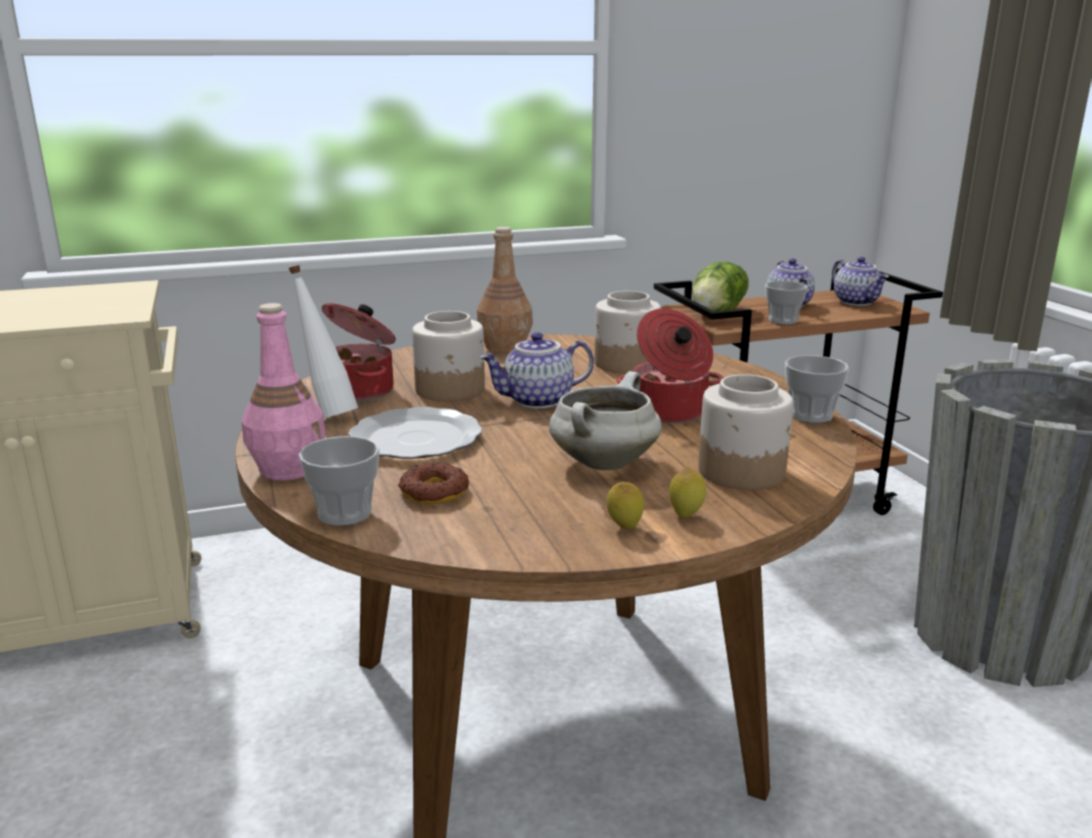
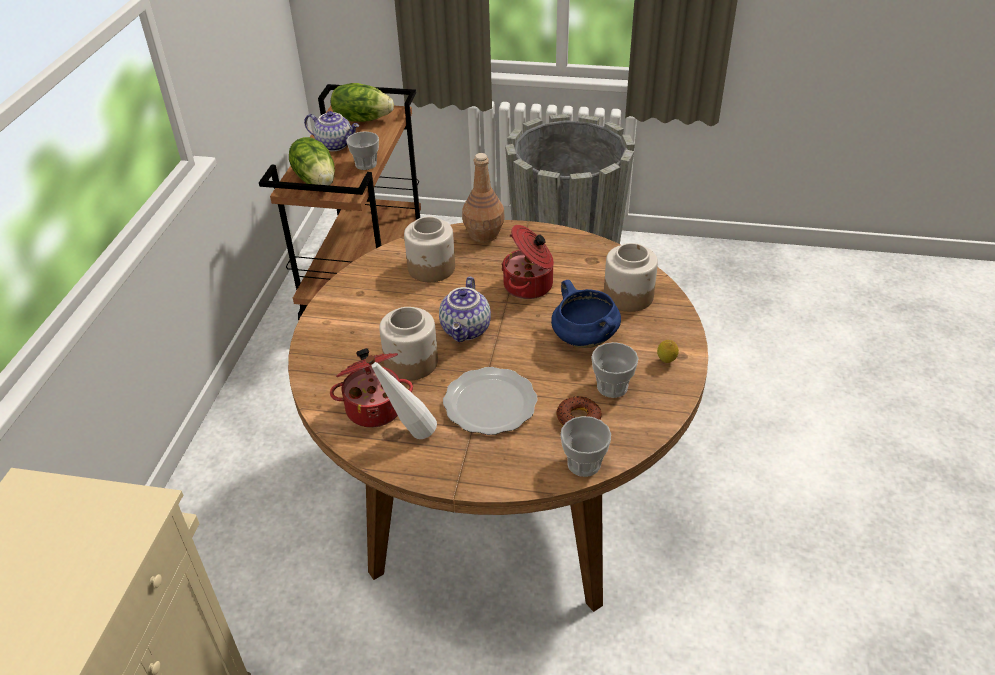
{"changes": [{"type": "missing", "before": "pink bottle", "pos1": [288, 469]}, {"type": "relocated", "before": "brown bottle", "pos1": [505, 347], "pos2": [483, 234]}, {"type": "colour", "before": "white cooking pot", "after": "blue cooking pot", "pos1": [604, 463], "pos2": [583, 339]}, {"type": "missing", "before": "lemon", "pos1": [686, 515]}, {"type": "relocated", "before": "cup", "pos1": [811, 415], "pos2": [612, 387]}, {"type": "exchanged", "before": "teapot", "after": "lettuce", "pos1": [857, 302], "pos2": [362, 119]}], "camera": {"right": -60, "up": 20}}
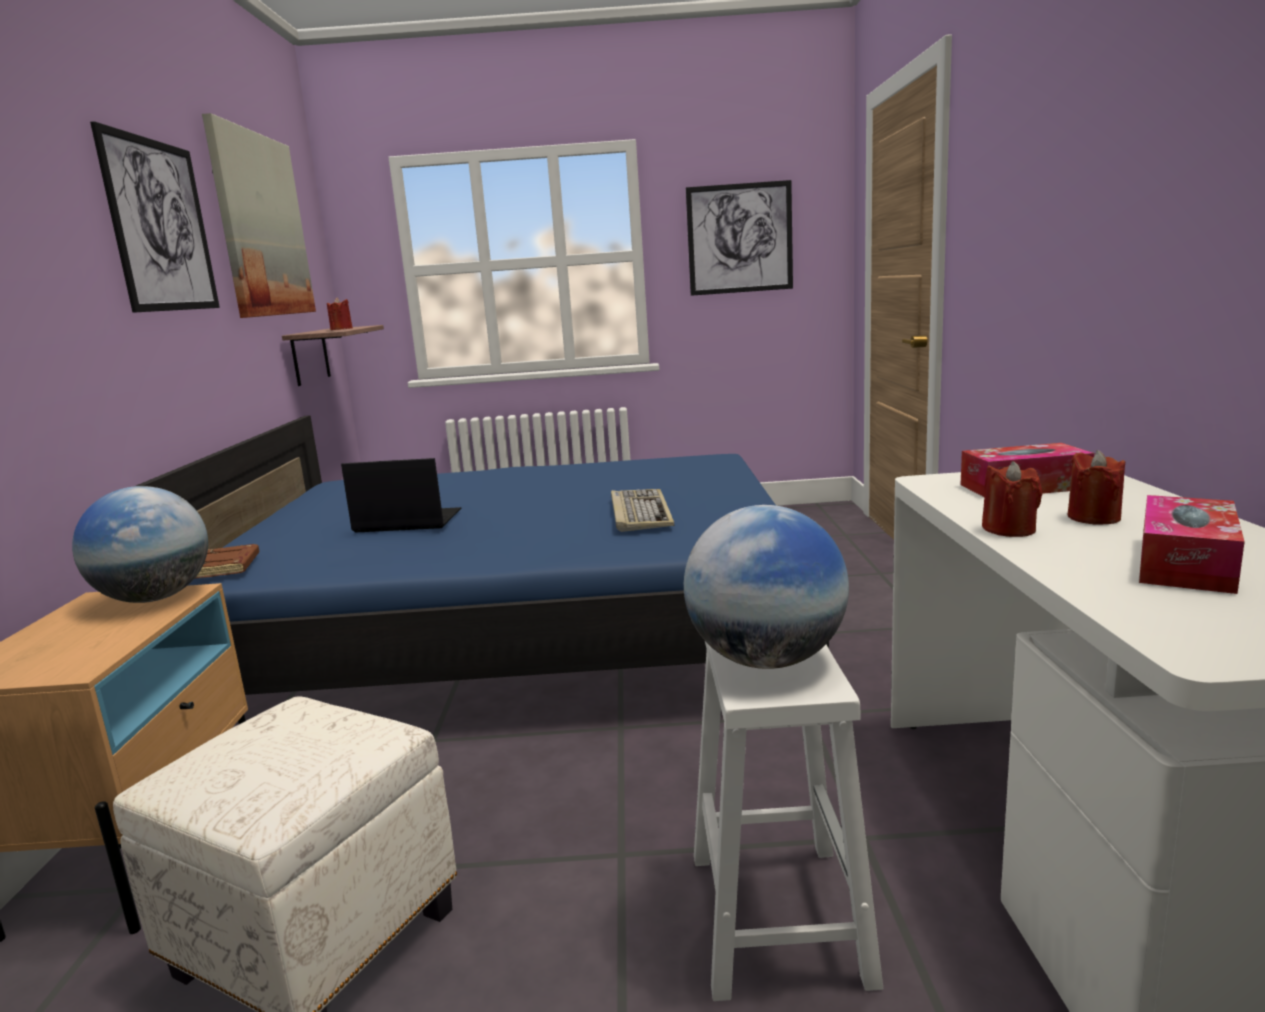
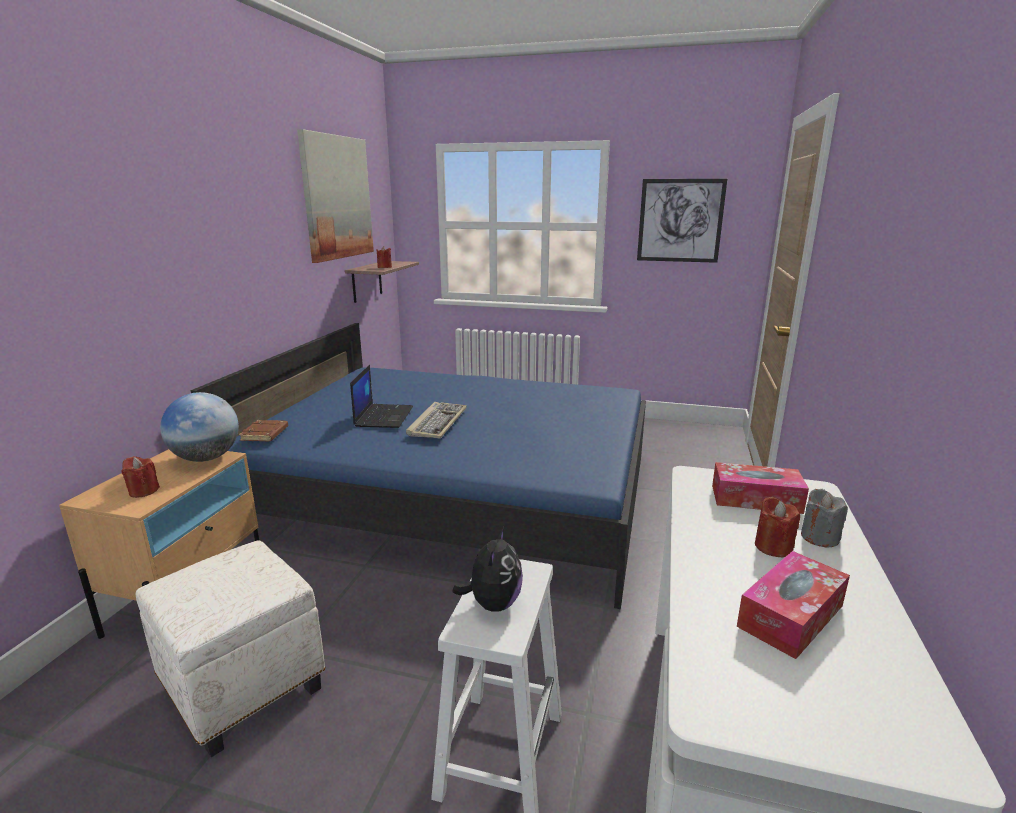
{"changes": [{"type": "missing", "before": "picture", "pos1": [161, 226]}, {"type": "spun", "before": "laptop", "pos1": [406, 522], "pos2": [383, 416], "turn": 75}, {"type": "relocated", "before": "keyboard", "pos1": [639, 513], "pos2": [437, 422]}, {"type": "exchanged", "before": "globe", "after": "plush toy", "pos1": [766, 660], "pos2": [493, 603]}, {"type": "relocated", "before": "red candle", "pos1": [1009, 530], "pos2": [143, 491]}, {"type": "appeared", "after": "grey candle", "pos2": [819, 537]}], "camera": {"right": 15, "up": 5}}
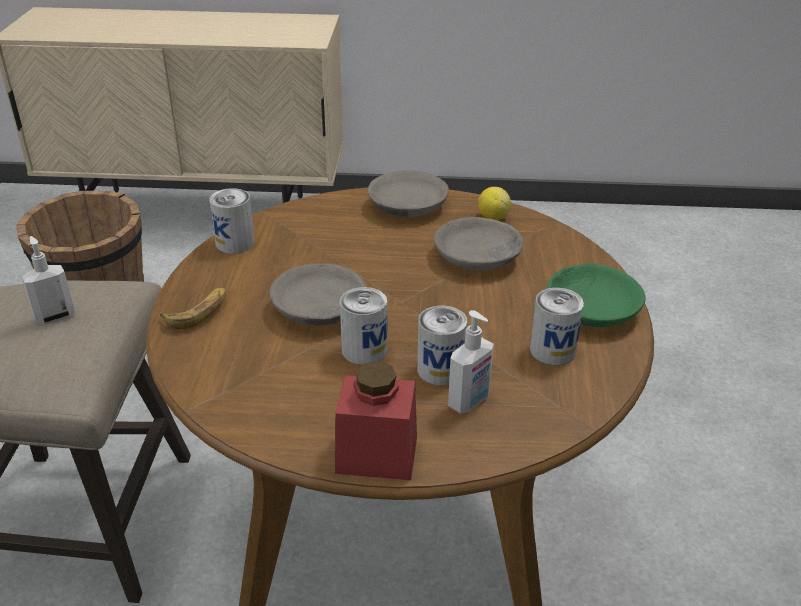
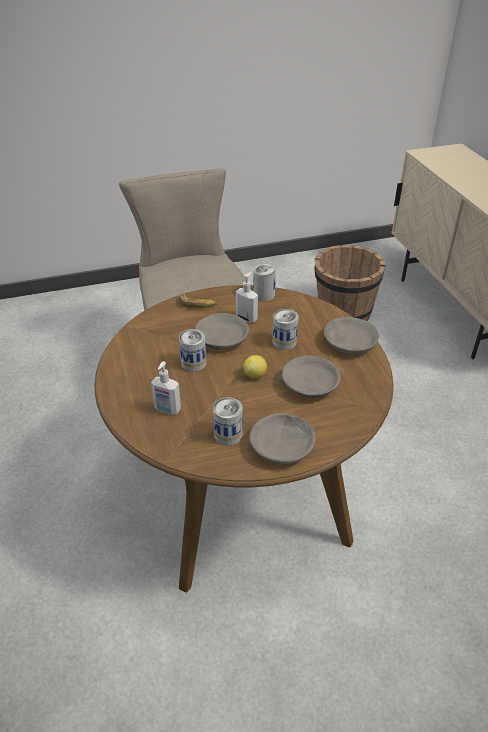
{"changes": [{"type": "relocated", "before": "soap dispenser", "pos1": [54, 317], "pos2": [247, 318]}, {"type": "missing", "before": "red jar", "pos1": [376, 454]}, {"type": "relocated", "before": "can", "pos1": [440, 370], "pos2": [284, 342]}, {"type": "relocated", "before": "lemon", "pos1": [493, 217], "pos2": [255, 375]}, {"type": "colour", "before": "green bowl", "after": "grey bowl", "pos1": [592, 308], "pos2": [283, 446]}], "camera": {"right": 70, "up": 5}}
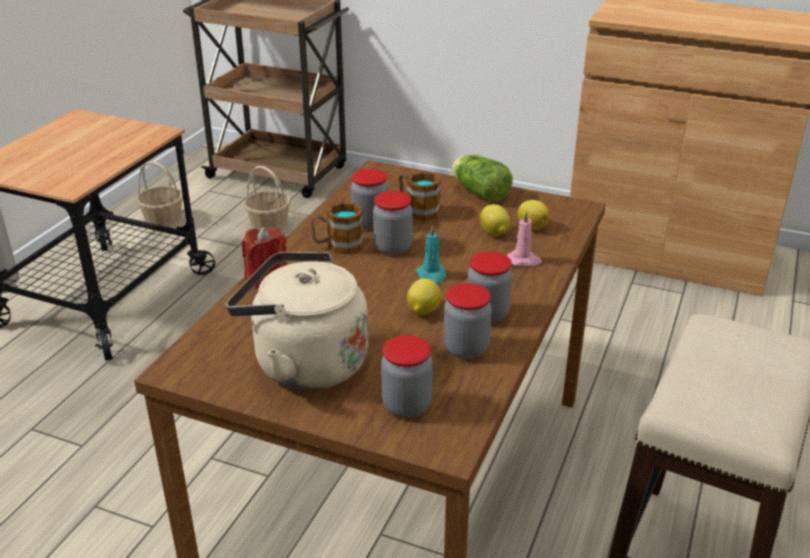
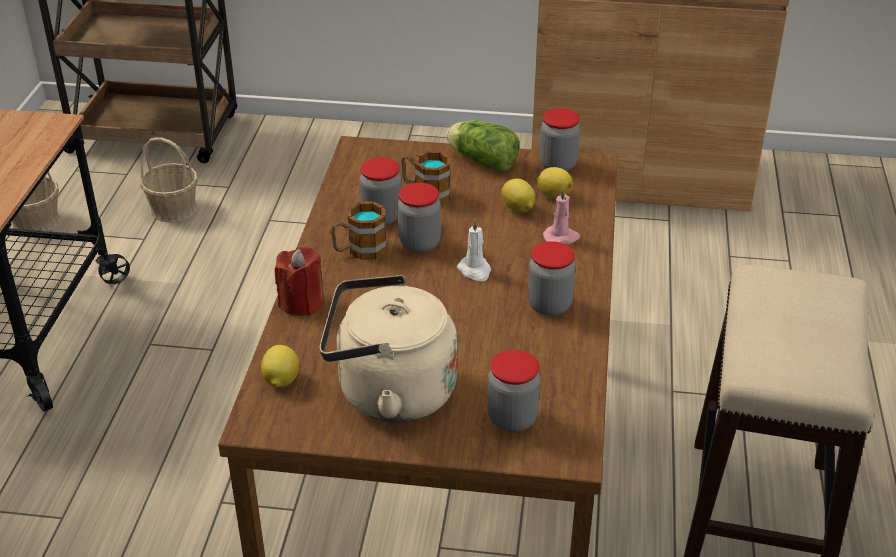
{"changes": [{"type": "relocated", "before": "lemon", "pos1": [423, 311], "pos2": [280, 381]}, {"type": "colour", "before": "turquoise candle", "after": "white candle", "pos1": [432, 276], "pos2": [475, 271]}, {"type": "relocated", "before": "jar", "pos1": [466, 348], "pos2": [558, 165]}], "camera": {"right": -15, "up": 5}}
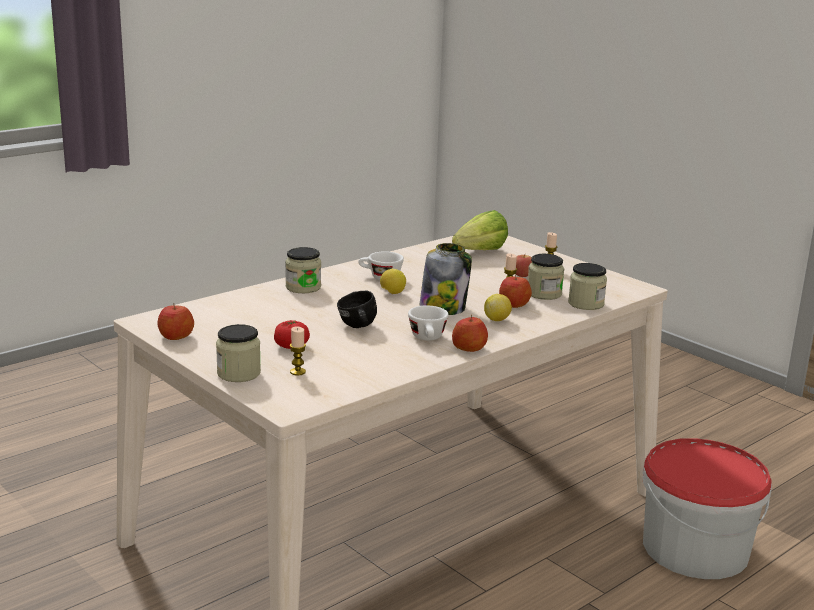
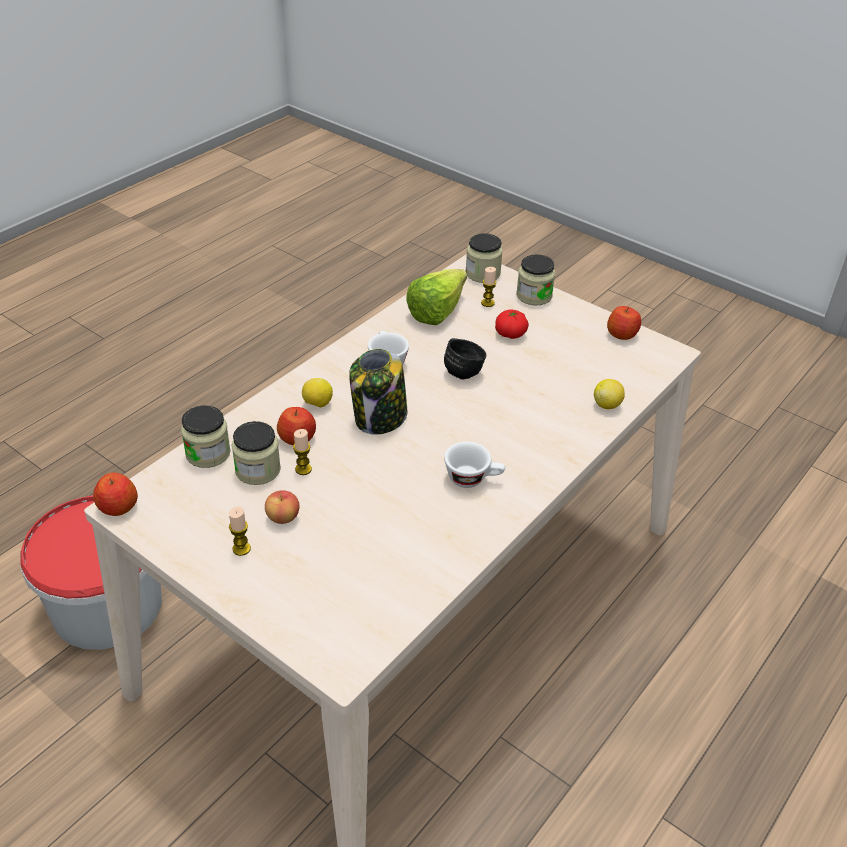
{"changes": [{"type": "relocated", "before": "jar", "pos1": [303, 287], "pos2": [482, 273]}, {"type": "relocated", "before": "lemon", "pos1": [392, 293], "pos2": [607, 405]}, {"type": "relocated", "before": "lettuce", "pos1": [475, 253], "pos2": [442, 310]}, {"type": "relocated", "before": "apple", "pos1": [469, 348], "pos2": [118, 507]}], "camera": {"right": 170, "up": 20}}
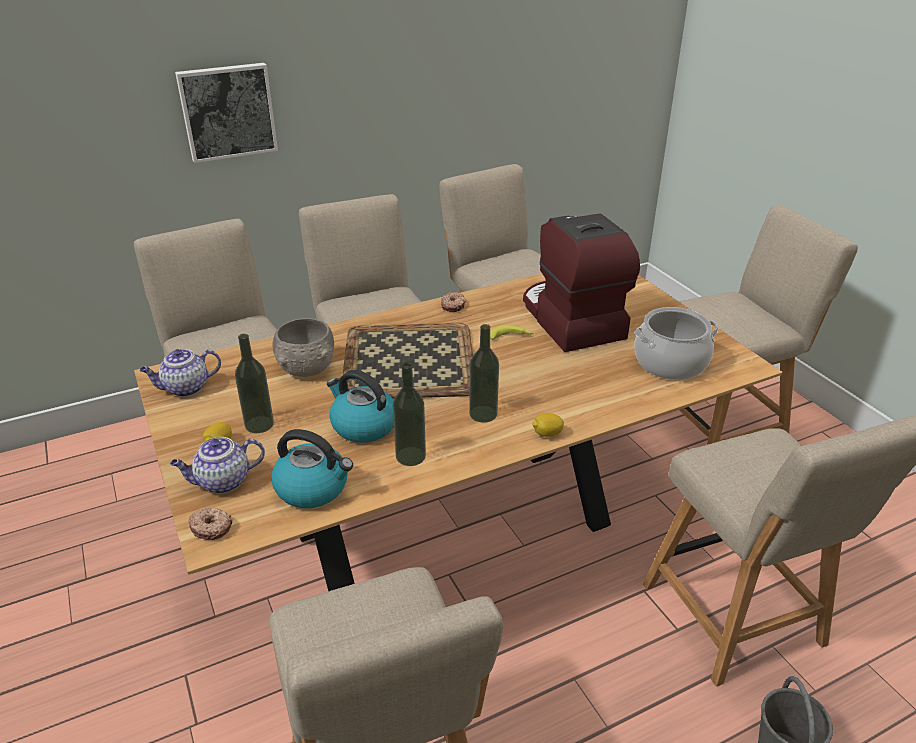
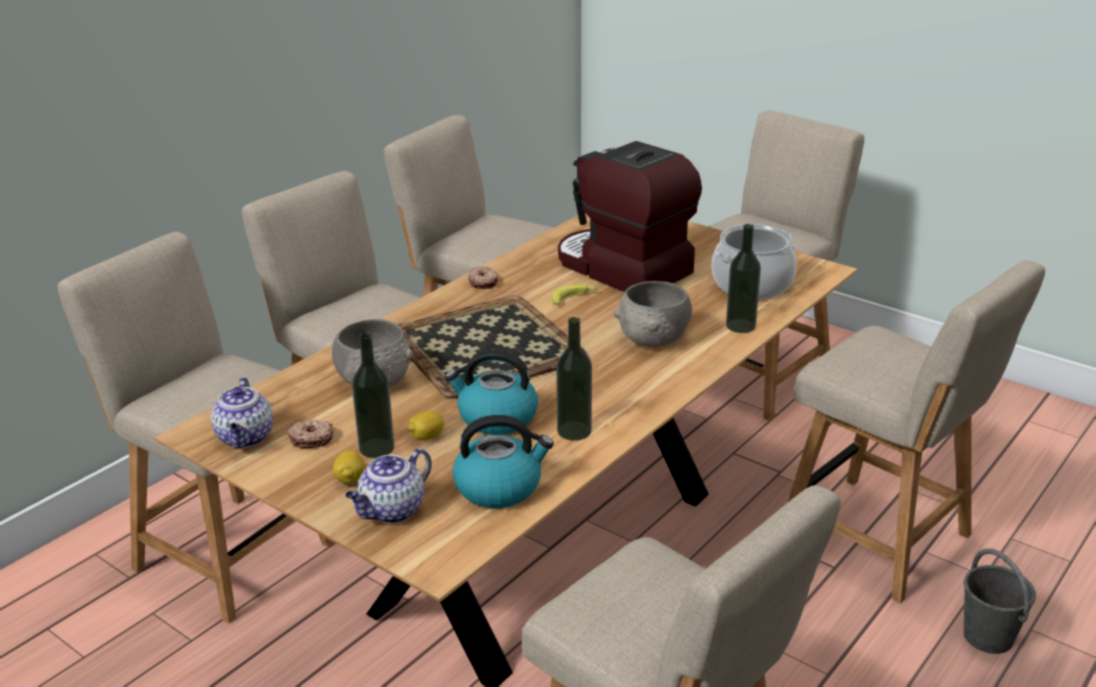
{"changes": [{"type": "spun", "before": "teapot", "pos1": [185, 388], "pos2": [246, 438], "turn": -45}, {"type": "missing", "before": "picture", "pos1": [227, 111]}, {"type": "relocated", "before": "donut", "pos1": [211, 527], "pos2": [311, 439]}, {"type": "relocated", "before": "bottle", "pos1": [483, 414], "pos2": [740, 326]}, {"type": "relocated", "before": "lemon", "pos1": [547, 434], "pos2": [426, 437]}, {"type": "appeared", "after": "grey bowl", "pos2": [654, 338]}], "camera": {"right": -25, "up": -5}}
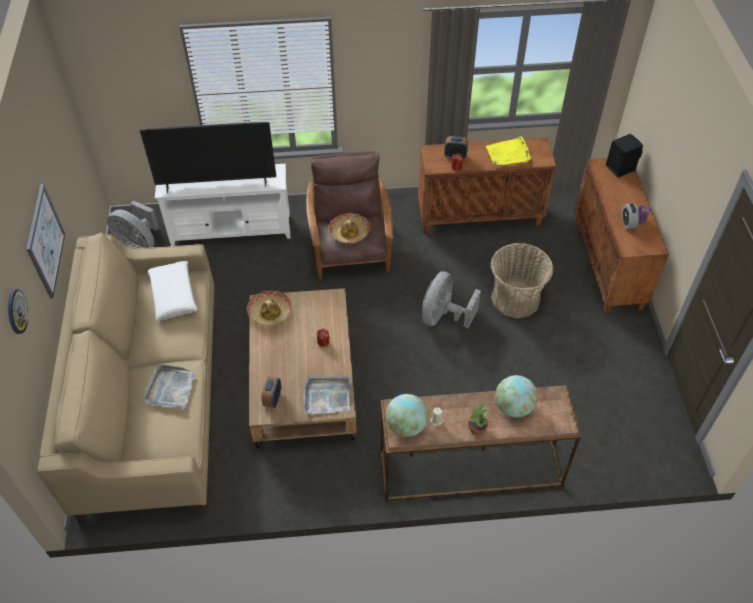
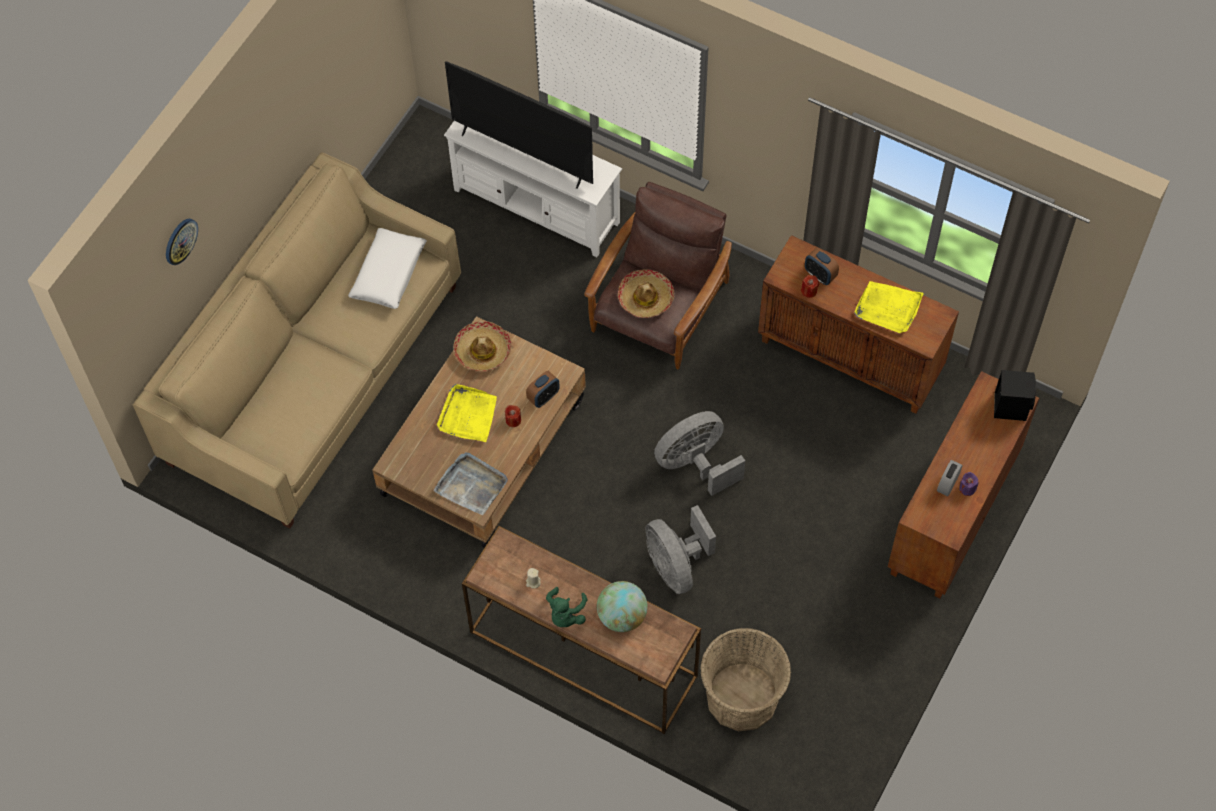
{"changes": [{"type": "missing", "before": "picture", "pos1": [45, 241]}, {"type": "relocated", "before": "grey fan", "pos1": [139, 244], "pos2": [676, 565]}, {"type": "missing", "before": "grey tray", "pos1": [170, 388]}, {"type": "relocated", "before": "alarm clock", "pos1": [273, 399], "pos2": [543, 397]}, {"type": "missing", "before": "globe", "pos1": [406, 425]}, {"type": "exchanged", "before": "potted plant", "after": "green plush toy", "pos1": [476, 428], "pos2": [565, 614]}, {"type": "relocated", "before": "basket", "pos1": [515, 299], "pos2": [742, 697]}, {"type": "appeared", "after": "yellow tray", "pos2": [468, 415]}], "camera": {"right": 35, "up": 10}}
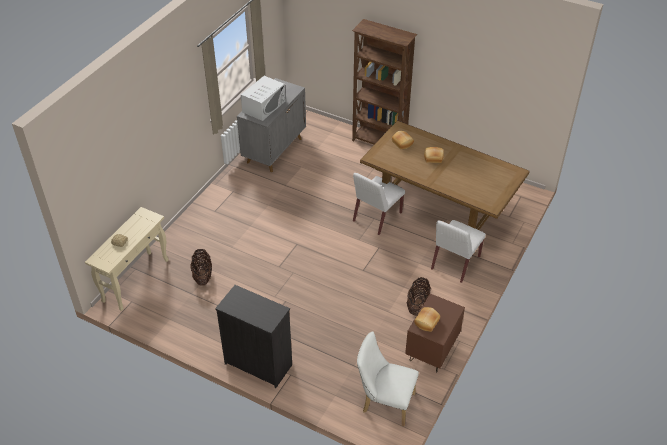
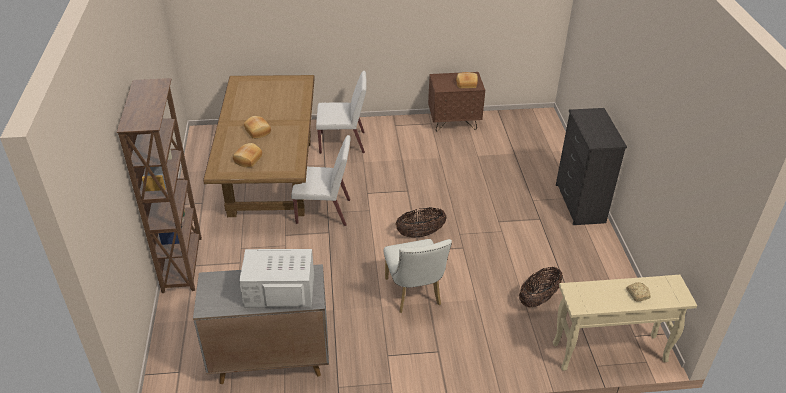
{"changes": [{"type": "relocated", "before": "white chair", "pos1": [384, 402], "pos2": [414, 295]}, {"type": "relocated", "before": "basket", "pos1": [417, 305], "pos2": [420, 233]}], "camera": {"right": -125, "up": -5}}
